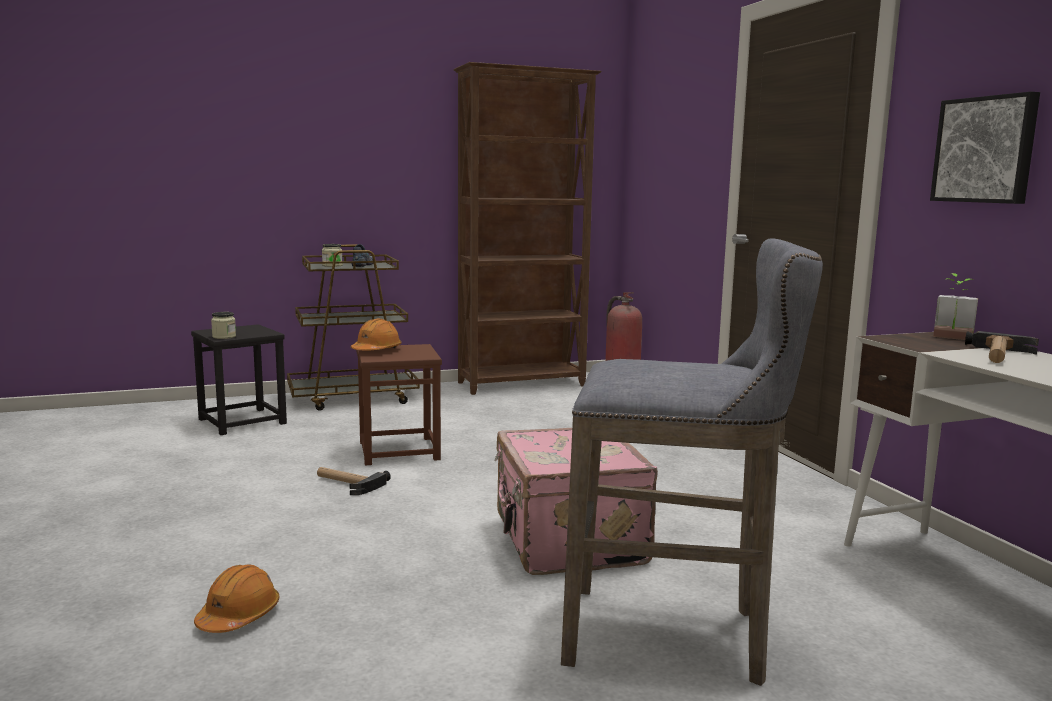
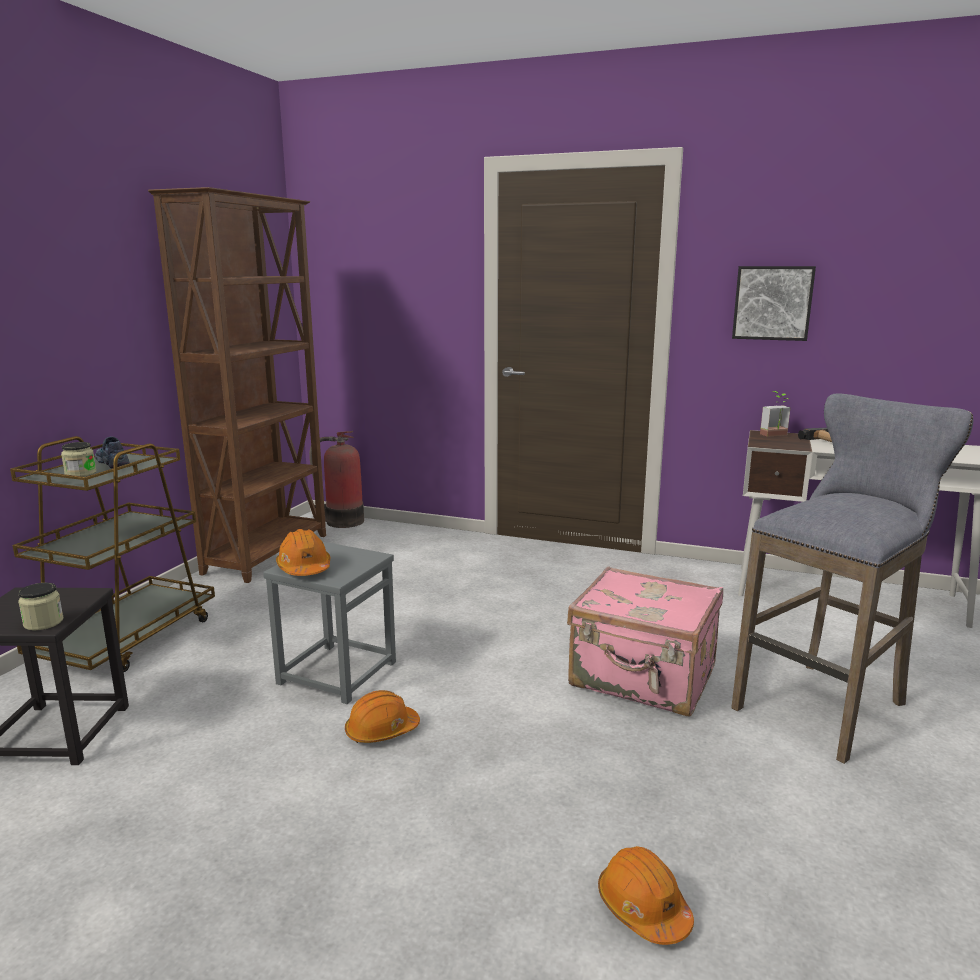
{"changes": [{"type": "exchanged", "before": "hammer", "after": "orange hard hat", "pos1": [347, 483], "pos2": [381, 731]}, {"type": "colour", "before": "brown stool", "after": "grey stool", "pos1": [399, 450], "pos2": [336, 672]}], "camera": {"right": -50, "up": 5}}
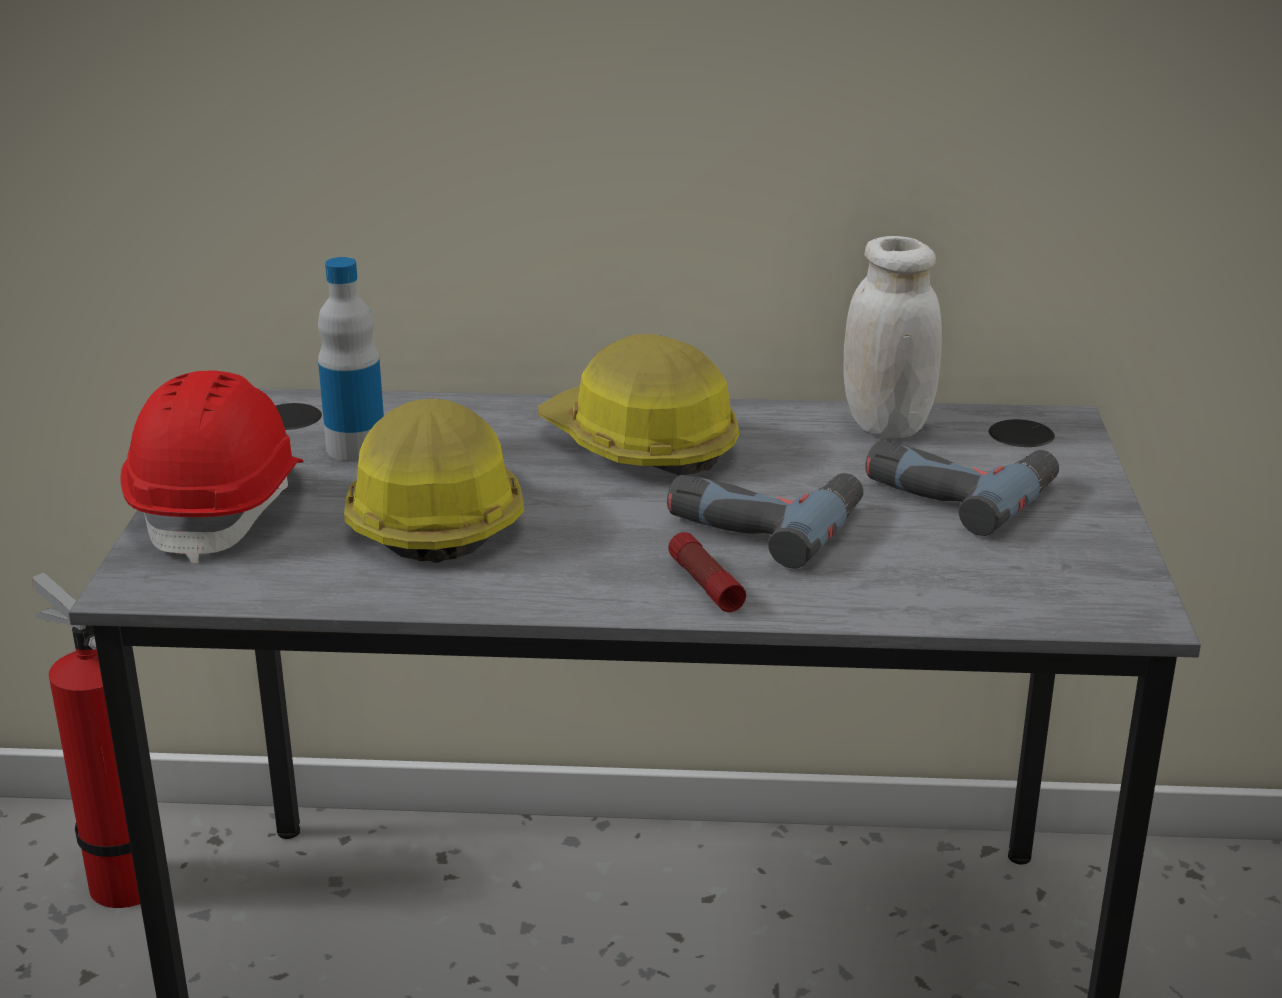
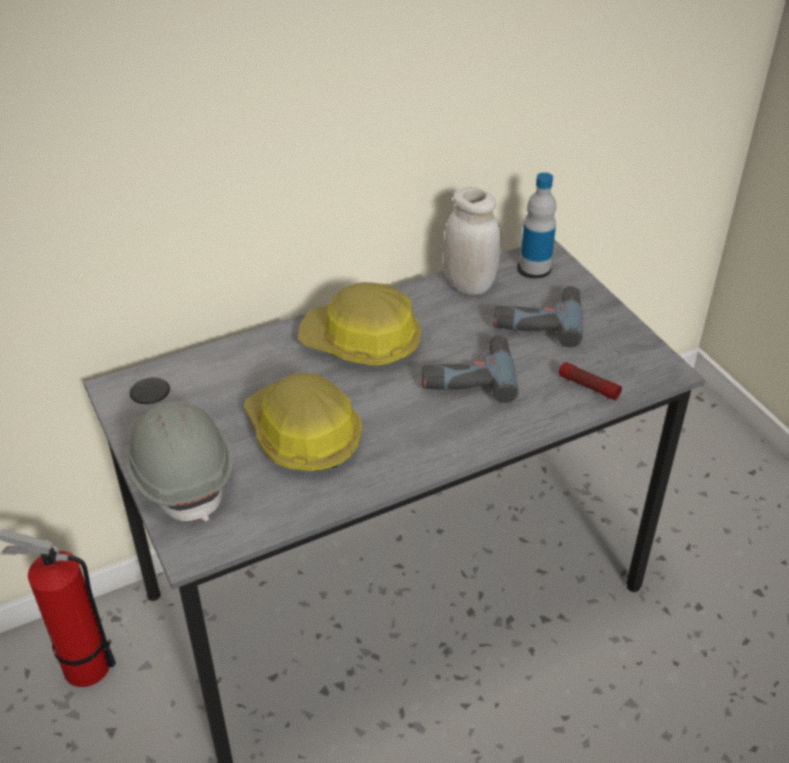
{"changes": [{"type": "colour", "before": "red hard hat", "after": "grey hard hat", "pos1": [222, 508], "pos2": [182, 475]}, {"type": "relocated", "before": "bottle", "pos1": [356, 447], "pos2": [535, 265]}, {"type": "relocated", "before": "flashlight", "pos1": [704, 584], "pos2": [588, 387]}], "camera": {"right": -30, "up": 15}}
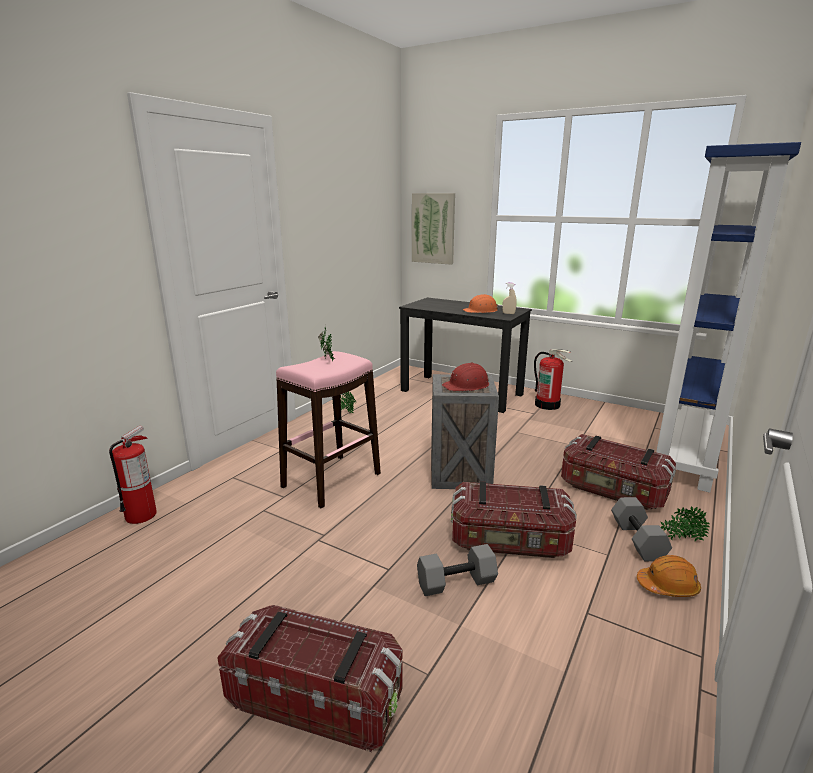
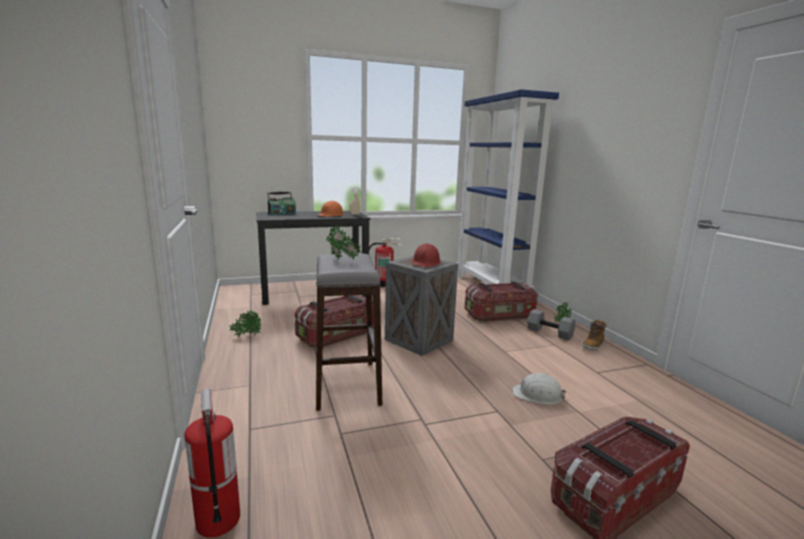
{"changes": [{"type": "colour", "before": "pink stool", "after": "grey stool", "pos1": [331, 480], "pos2": [346, 384]}, {"type": "missing", "before": "picture", "pos1": [433, 228]}, {"type": "exchanged", "before": "grey dumbbell", "after": "white hard hat", "pos1": [456, 583], "pos2": [537, 395]}, {"type": "relocated", "before": "storage box", "pos1": [509, 542], "pos2": [338, 336]}, {"type": "exchanged", "before": "orange hard hat", "after": "boot", "pos1": [668, 586], "pos2": [593, 345]}, {"type": "appeared", "after": "radio", "pos2": [282, 213]}], "camera": {"right": -50, "up": -5}}
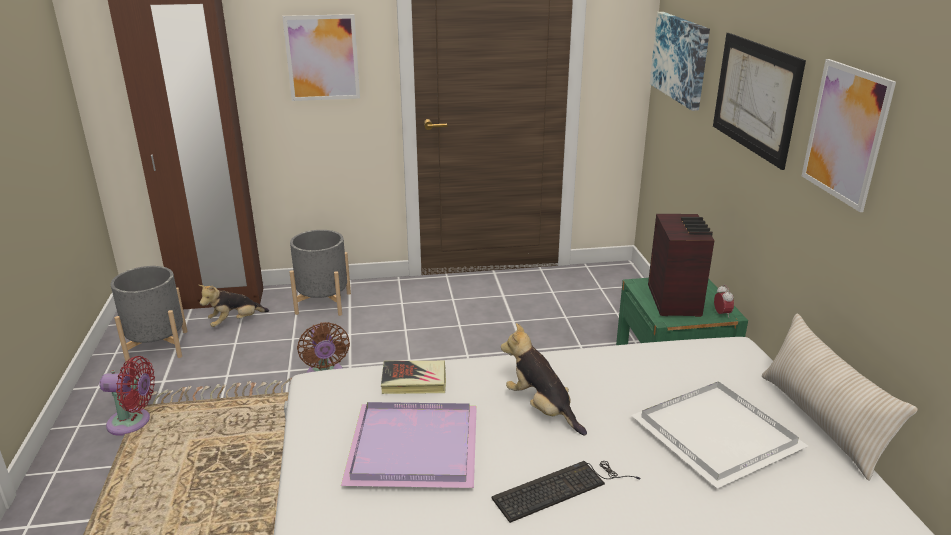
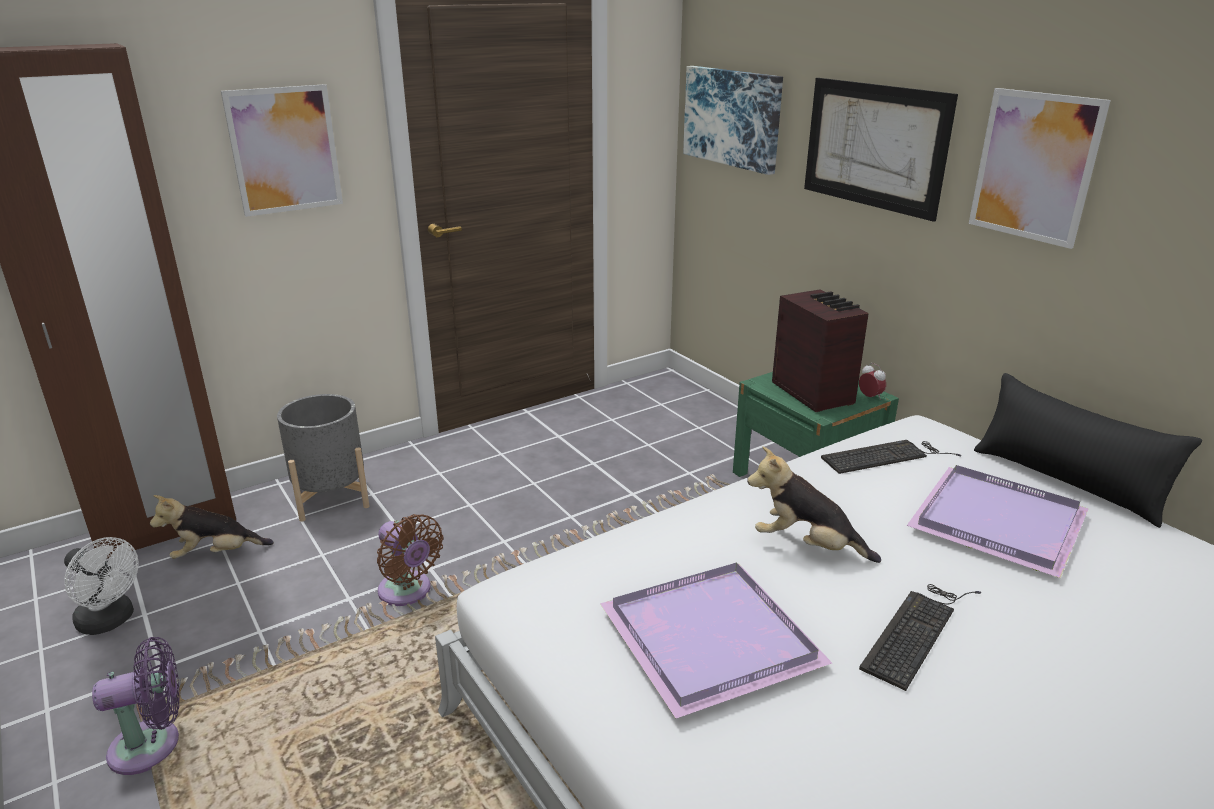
{"changes": [{"type": "colour", "before": "red fan", "after": "purple fan", "pos1": [133, 422], "pos2": [152, 745]}, {"type": "exchanged", "before": "grey planter", "after": "white fan", "pos1": [157, 347], "pos2": [111, 621]}, {"type": "spun", "before": "plush toy", "pos1": [235, 322], "pos2": [216, 554], "turn": 45}, {"type": "missing", "before": "book", "pos1": [414, 381]}, {"type": "colour", "before": "white tray", "after": "purple tray", "pos1": [716, 437], "pos2": [999, 524]}, {"type": "colour", "before": "beige pillow", "after": "black pillow", "pos1": [821, 422], "pos2": [1066, 482]}, {"type": "appeared", "after": "keyboard", "pos2": [886, 456]}], "camera": {"right": -25, "up": 0}}
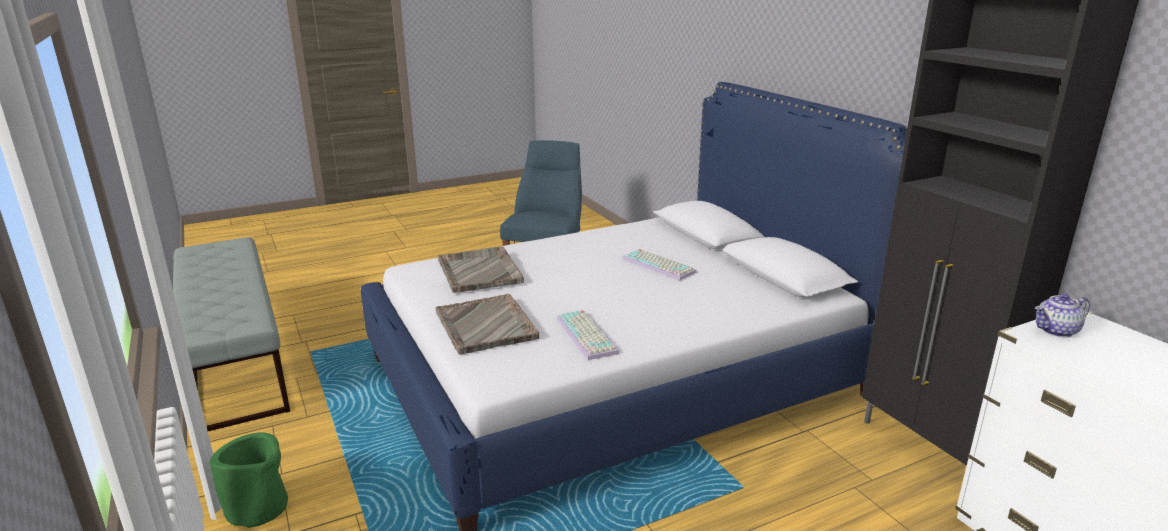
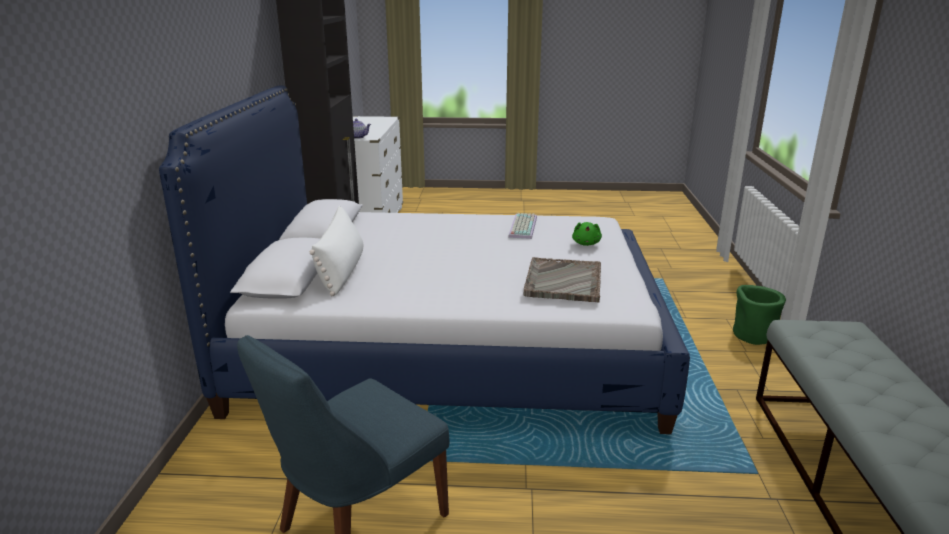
{"changes": [{"type": "exchanged", "before": "grey tray", "after": "green plush toy", "pos1": [486, 326], "pos2": [586, 243]}, {"type": "missing", "before": "keyboard", "pos1": [660, 265]}, {"type": "appeared", "after": "white pillow", "pos2": [342, 271]}], "camera": {"right": -150, "up": 0}}
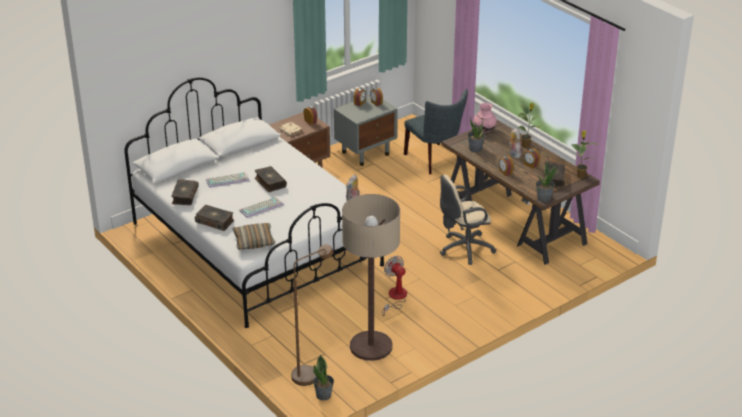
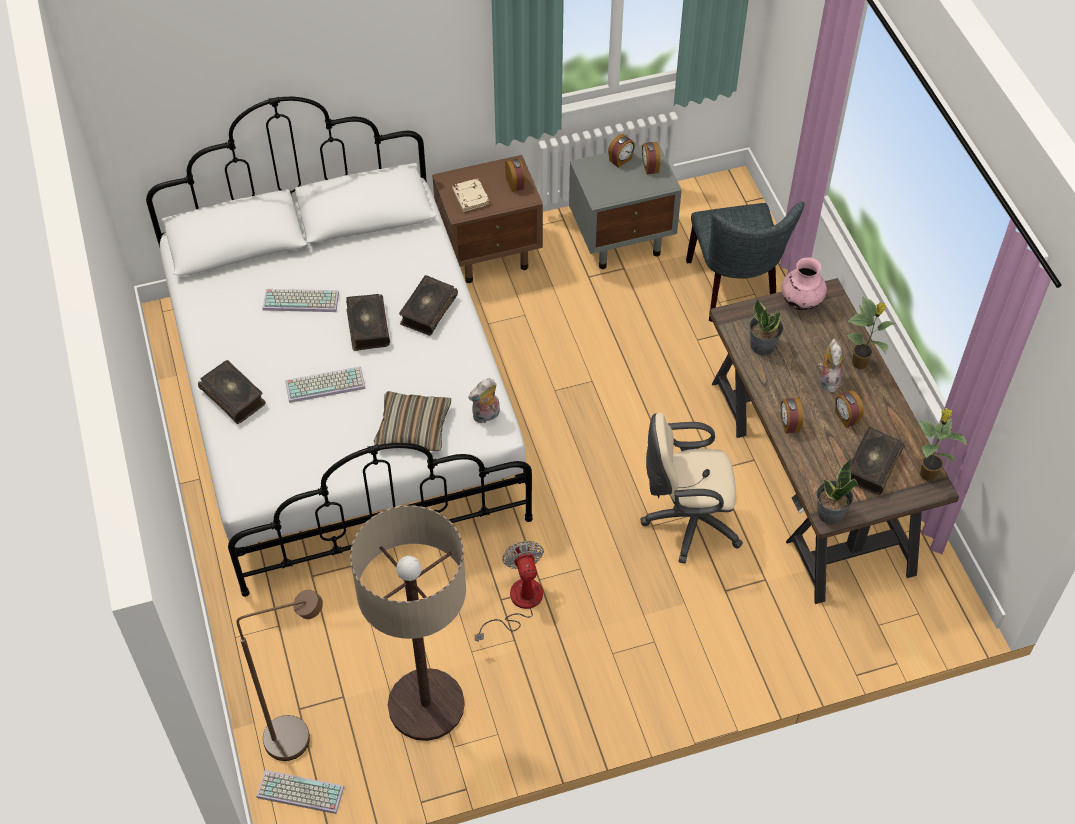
{"changes": [{"type": "relocated", "before": "book", "pos1": [184, 196], "pos2": [427, 310]}, {"type": "relocated", "before": "pillow", "pos1": [254, 241], "pos2": [413, 428]}, {"type": "exchanged", "before": "potted plant", "after": "keyboard", "pos1": [324, 395], "pos2": [299, 793]}], "camera": {"right": 20, "up": 20}}
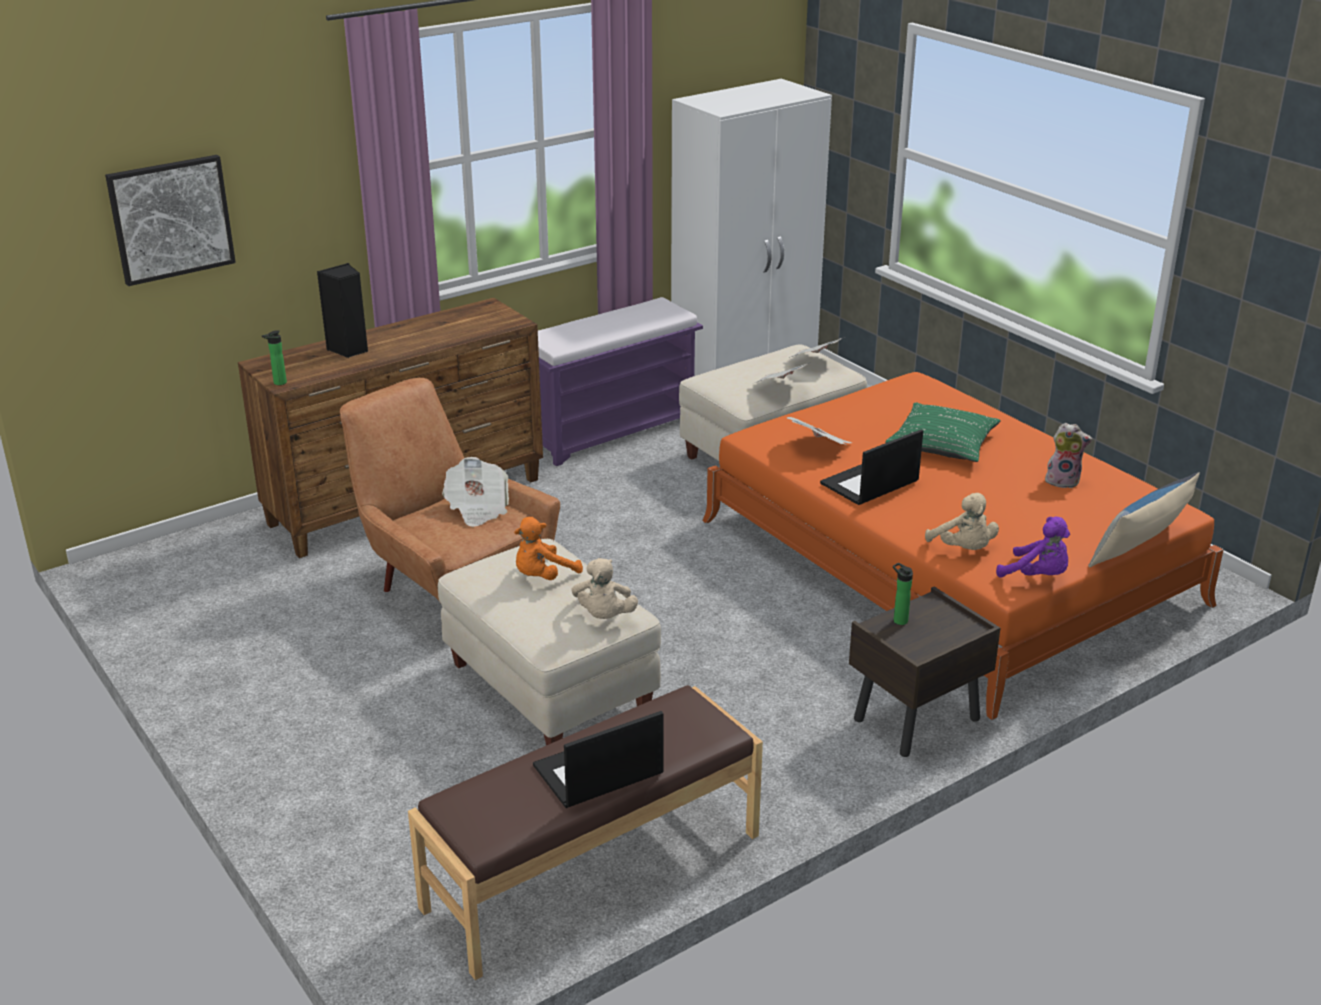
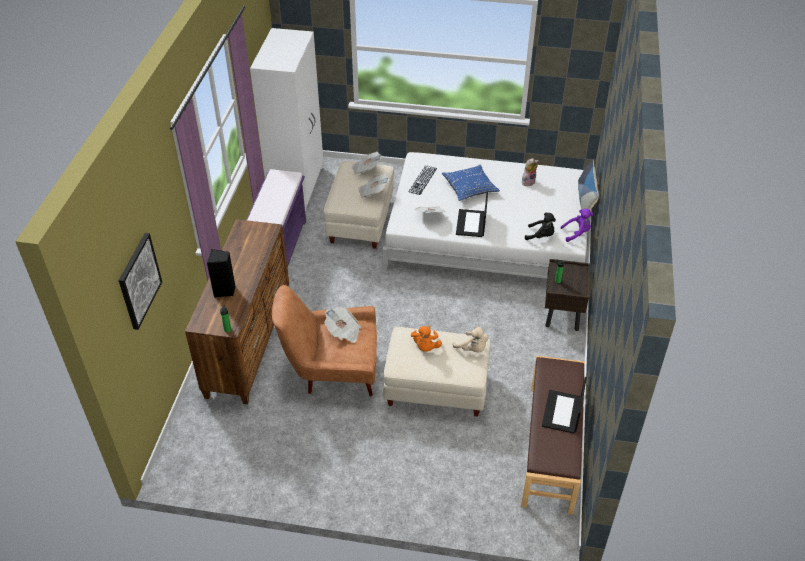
{"changes": [{"type": "colour", "before": "orange bed", "after": "white bed", "pos1": [947, 561], "pos2": [487, 235]}, {"type": "colour", "before": "green pillow", "after": "blue pillow", "pos1": [943, 444], "pos2": [469, 187]}, {"type": "colour", "before": "beige plush toy", "after": "black plush toy", "pos1": [963, 549], "pos2": [541, 236]}, {"type": "appeared", "after": "keyboard", "pos2": [422, 180]}], "camera": {"right": -45, "up": 15}}
